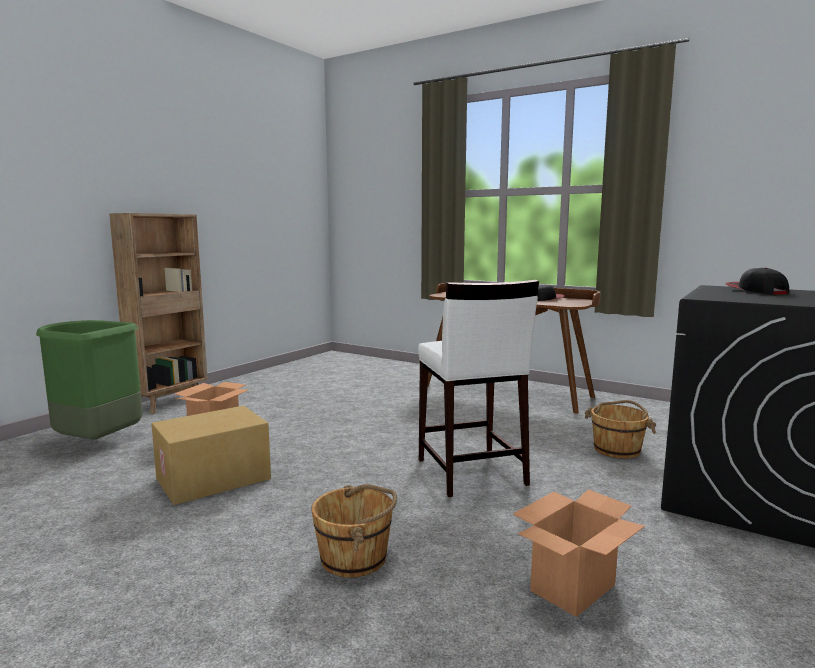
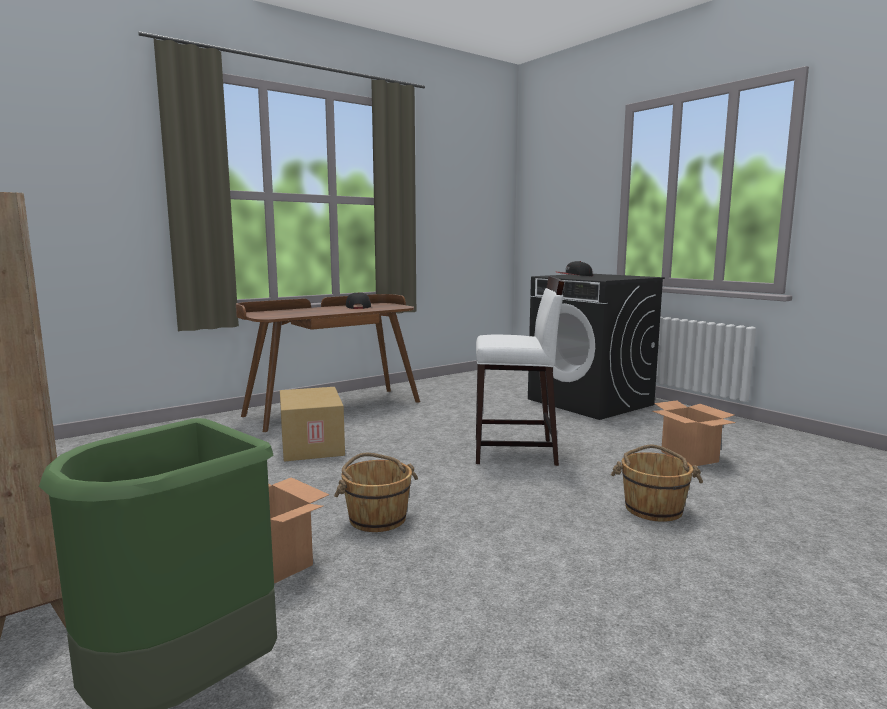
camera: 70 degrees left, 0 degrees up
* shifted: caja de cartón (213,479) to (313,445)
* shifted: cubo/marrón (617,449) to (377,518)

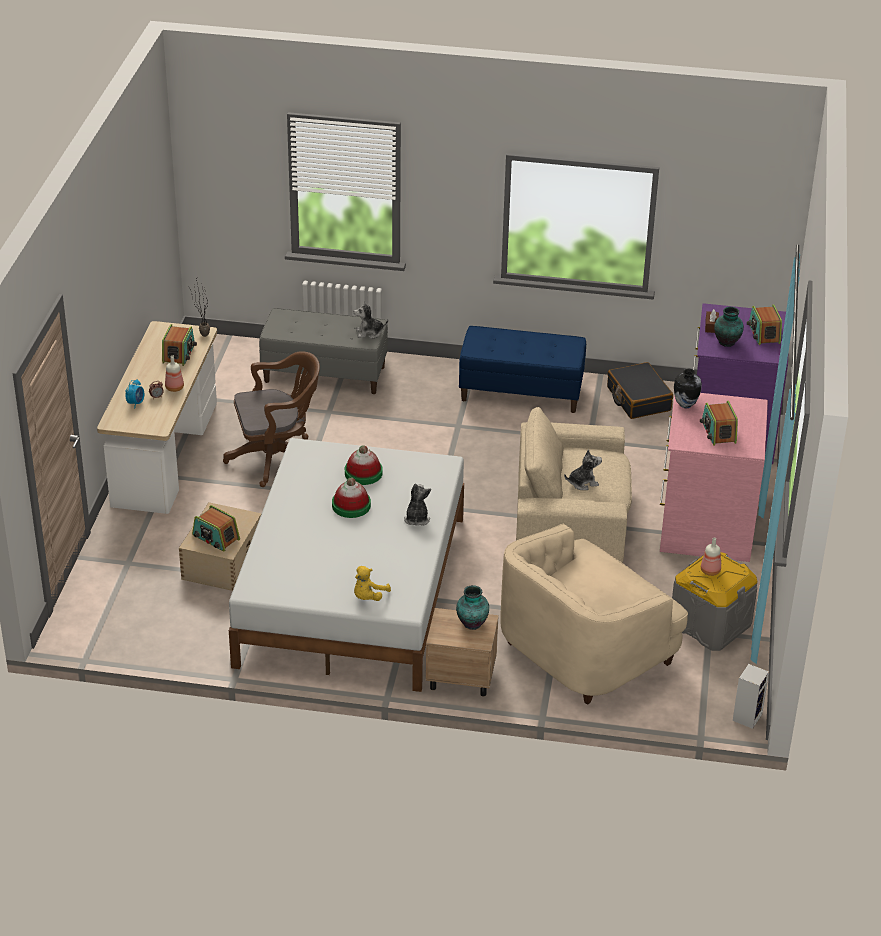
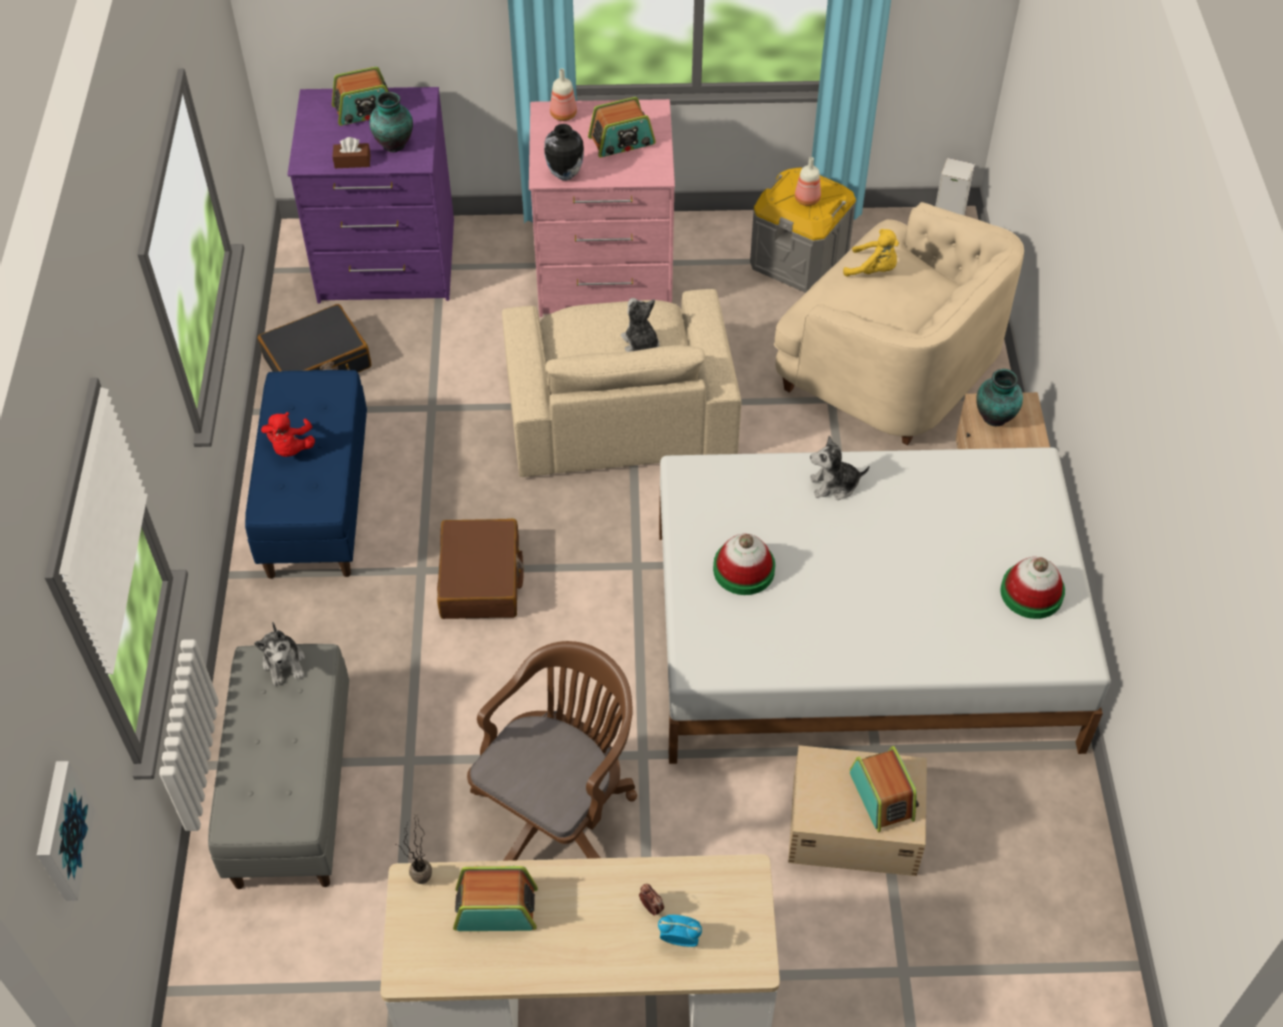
camera: 100 degrees left, 15 degrees up
* new: cuadro (60,831)
* new: peluche/rojo (290,448)
* new: maleta/marrón (481,579)
* shifted: botella (174,387) to (562,115)
* shifted: sombrero (351,505) to (1031,593)
* shifted: peluche/amarillo (368,597) to (873,270)
* rotated: radio (215,538) = (882,795) 45 degrees counterclockwise
* rotated: silla de oficina/marrón (277,458) = (559,810) 60 degrees clockwise

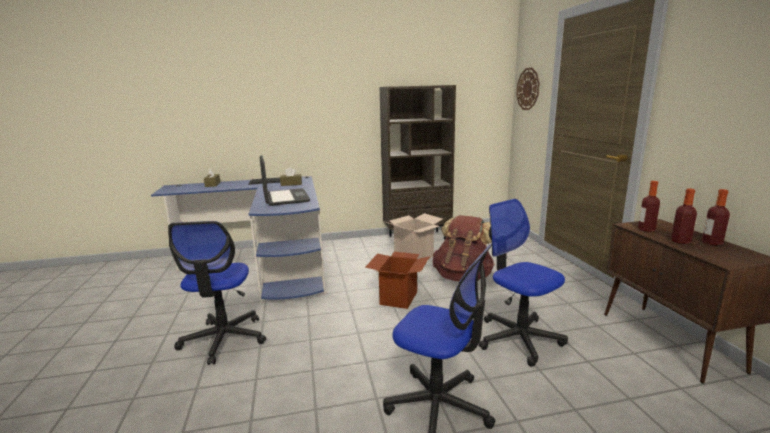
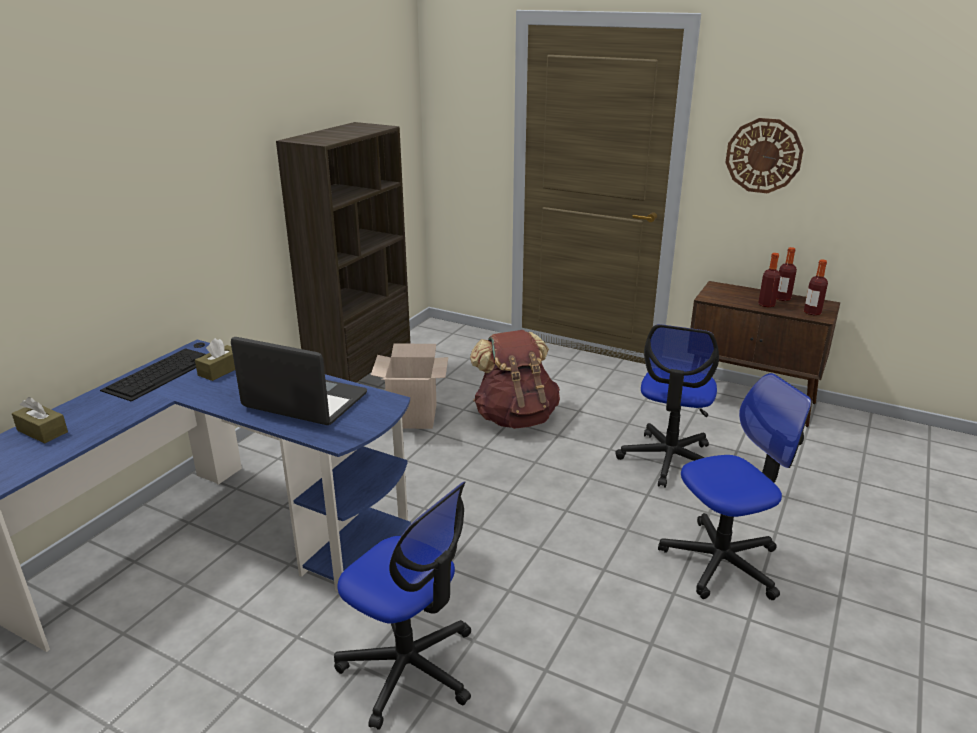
camera: 50 degrees left, 10 degrees up
* gone: caja de cartón (398,298)
* shifted: reloj de pared (528,89) to (763,155)
* shifted: botella (646,229) to (812,312)
* rotated: silla de oficina (518,338) = (669,460) 75 degrees counterclockwise

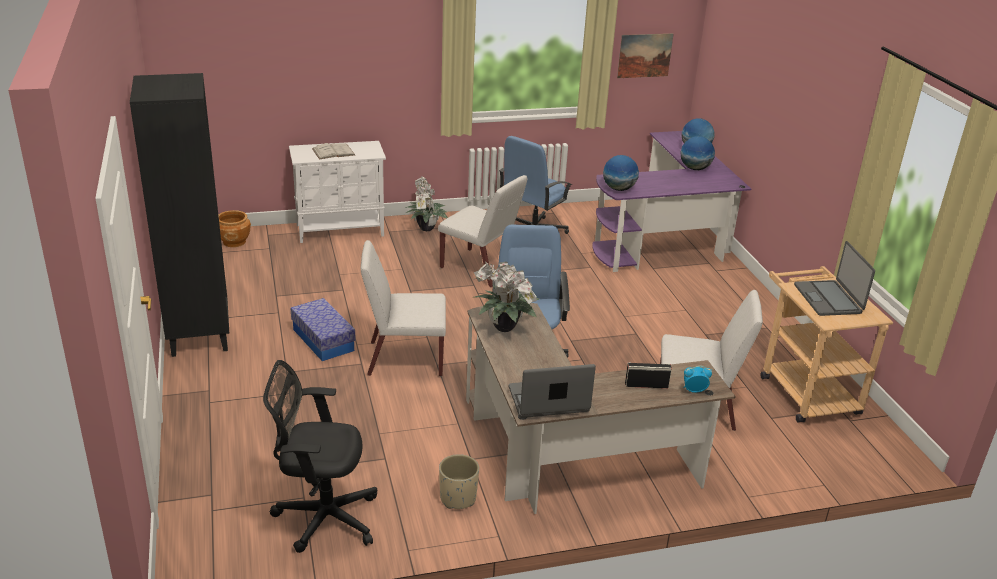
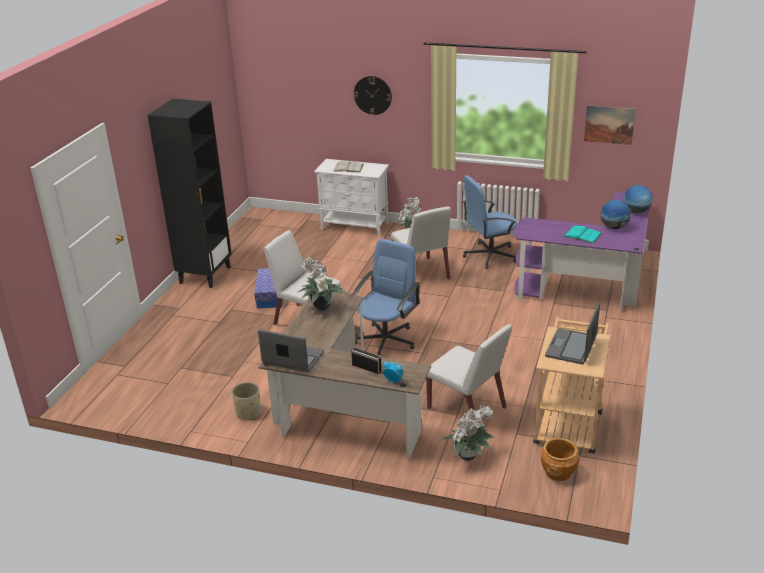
camera: 35 degrees right, 0 degrees up
* gone: silla de oficina/negro (322,517)
* gone: globo terráqueo (619,189)
* new: reloj de pared (372,95)
* new: planta en maceta (469,456)
* new: libro/turquesa (582,235)
* shifted: maceta/marrón (234,242) to (558,472)

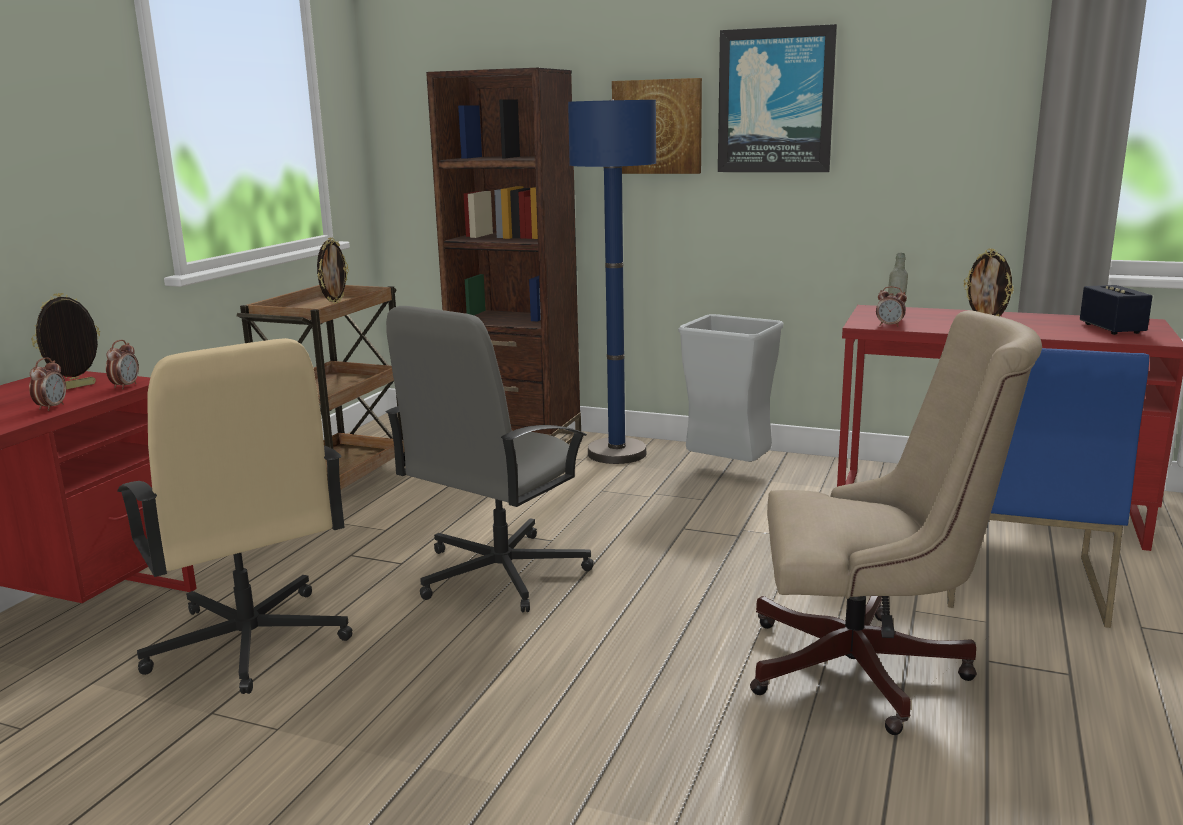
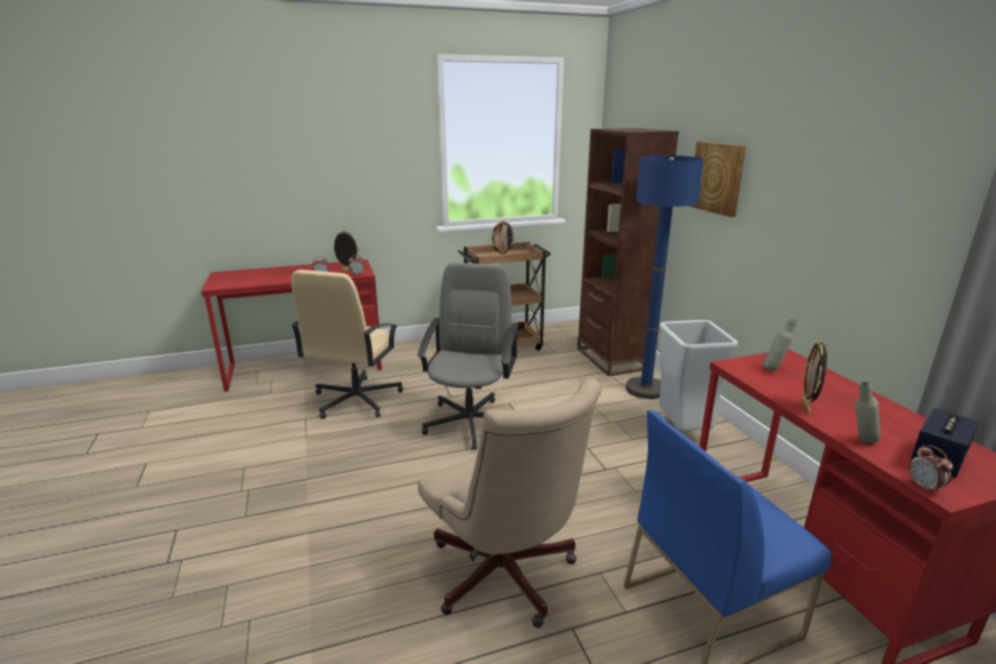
camera: 50 degrees right, 5 degrees up
* gone: cuadro (775,101)
* new: botella/gris (860,442)
* shifted: despertador (889,325) to (924,487)
* rotated: silla de oficina/gris (499,573) = (470,422) 105 degrees clockwise

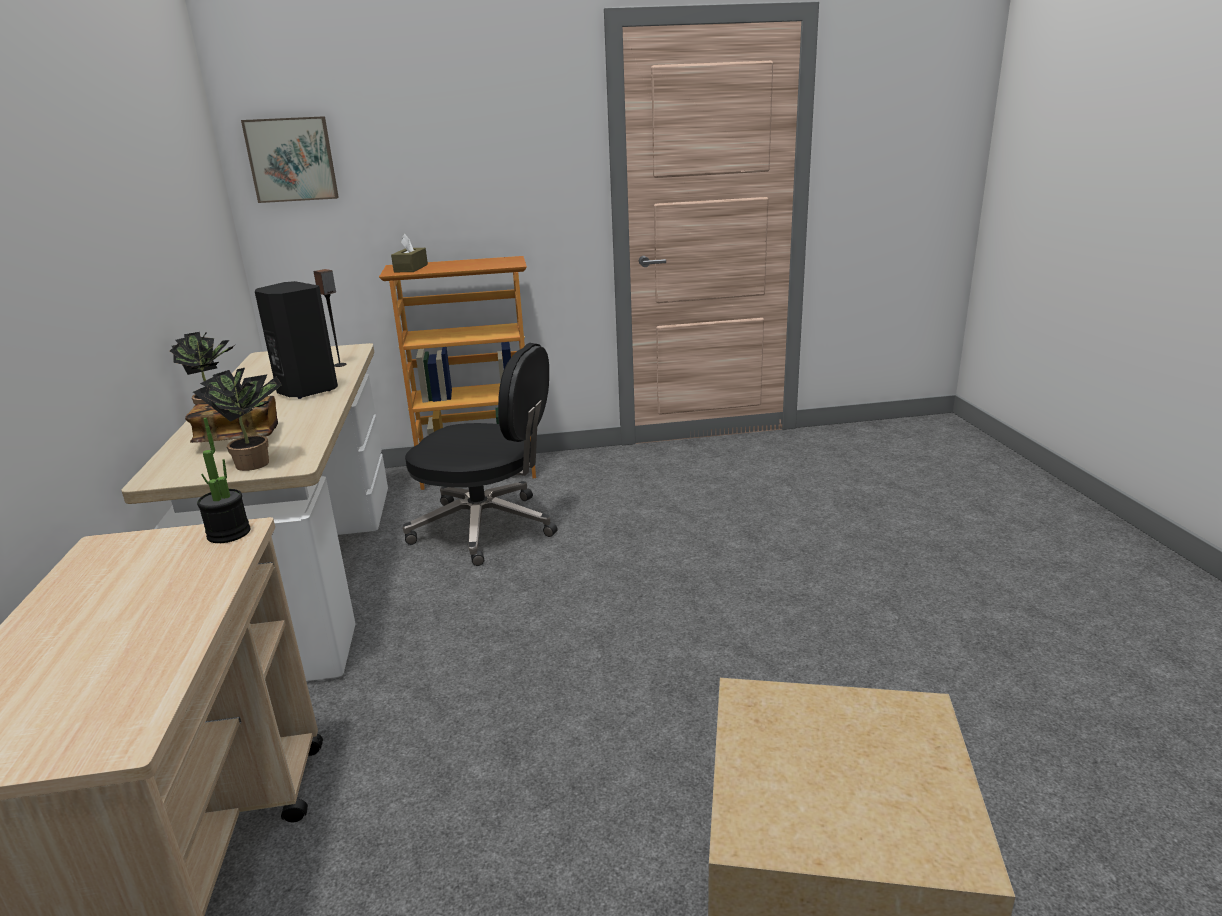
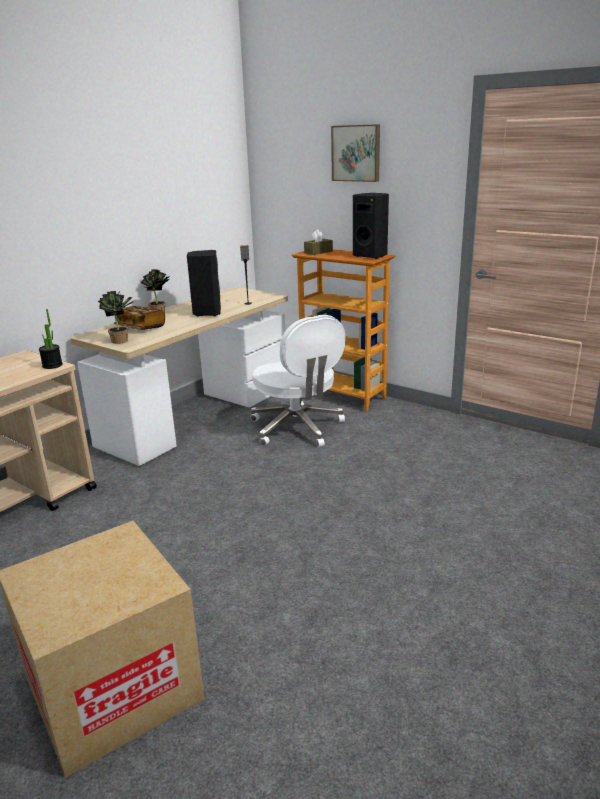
camera: 45 degrees right, 0 degrees up
* new: altavoz/negro (371,256)
* shifted: cuadro (292,159) to (356,153)
* repainted: silla de oficina/negro (487,527) to silla de oficina/blanco (297,428)

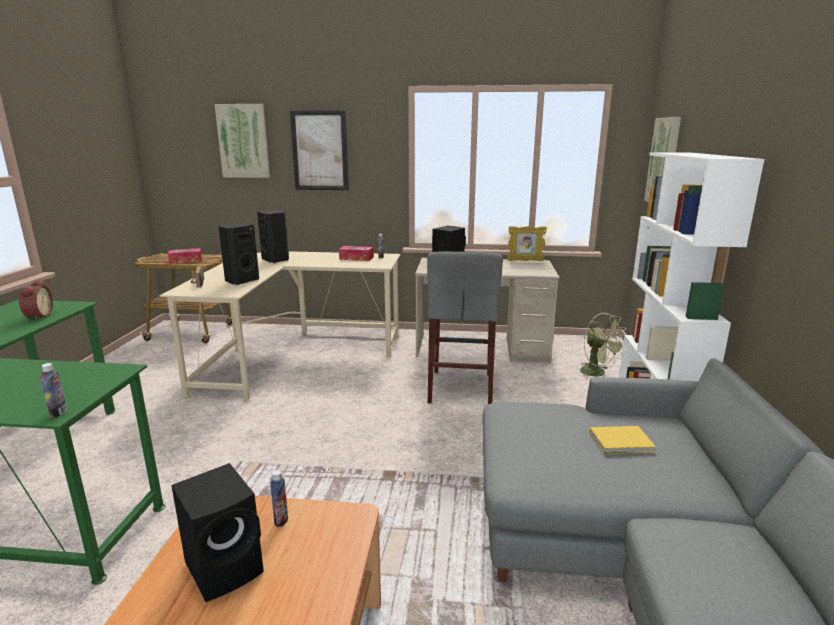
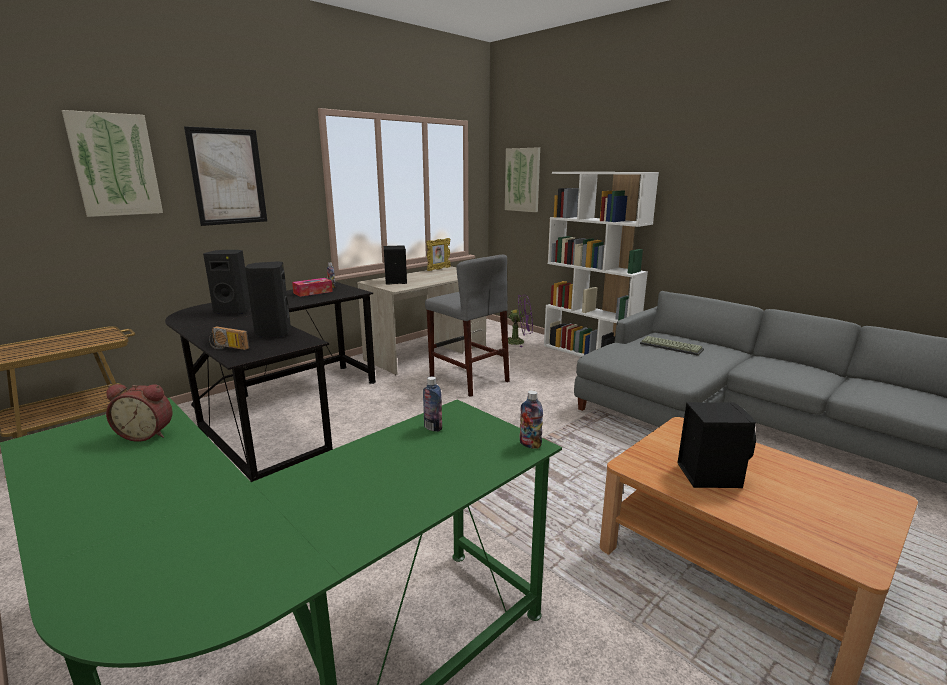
camera: 50 degrees left, 0 degrees up
* gone: caja de pañuelos (185,260)
* shifted: botella (281,519) to (433,427)
* swapped: libro/amarillo (623,442) to teclado (672,346)
* repainted: escritorio/beis (292,354) to escritorio/negro (280,415)
* repainted: ventilador/verde (597,373) to ventilador/morado (519,342)
* rotated: despertador (37,316) = (147,434) 150 degrees clockwise

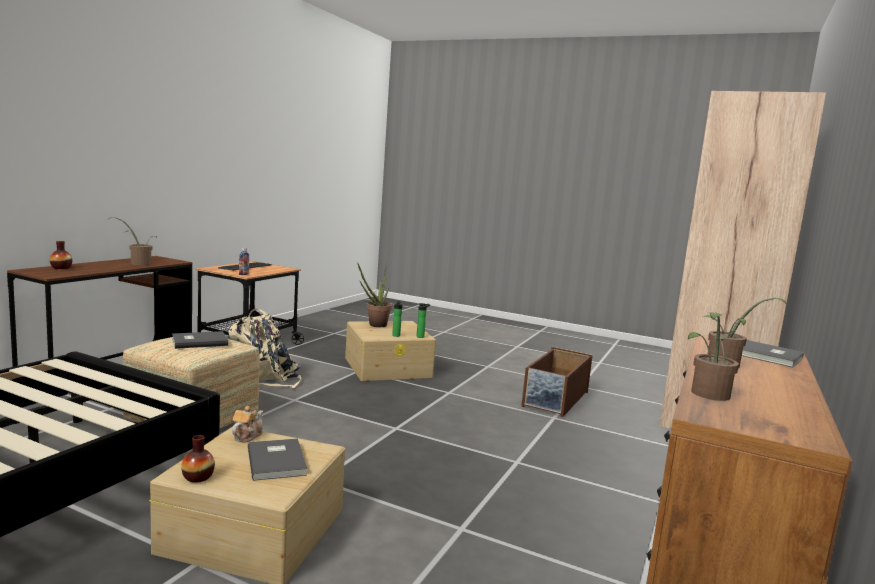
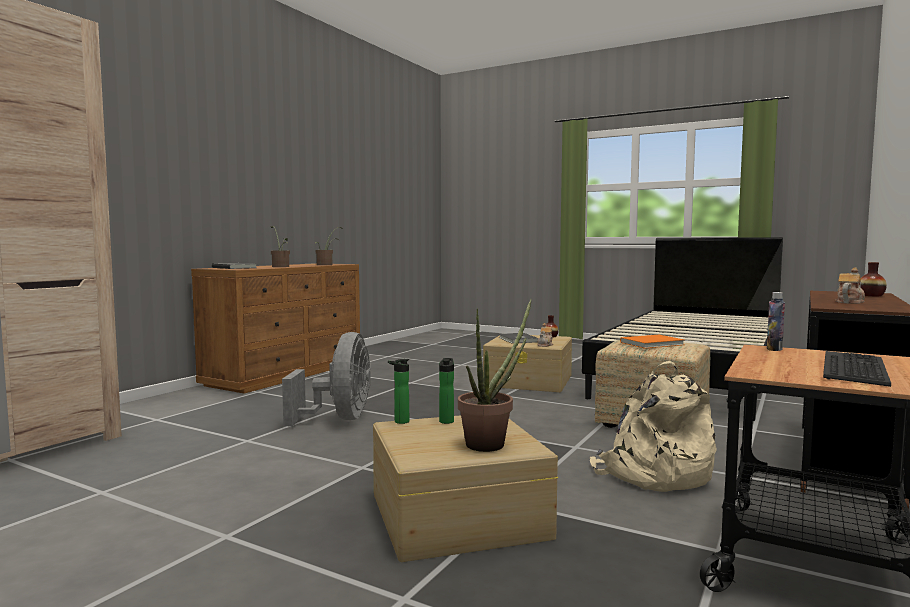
camera: 175 degrees left, 5 degrees down
* gone: caja de almacenaje/marrón (555,399)
* new: ventilador/gris (339,419)
* swapped: planta en maceta (137,263) to tetera (849,302)
* repainted: libro/gris (198,341) to libro/naranja (653,344)

